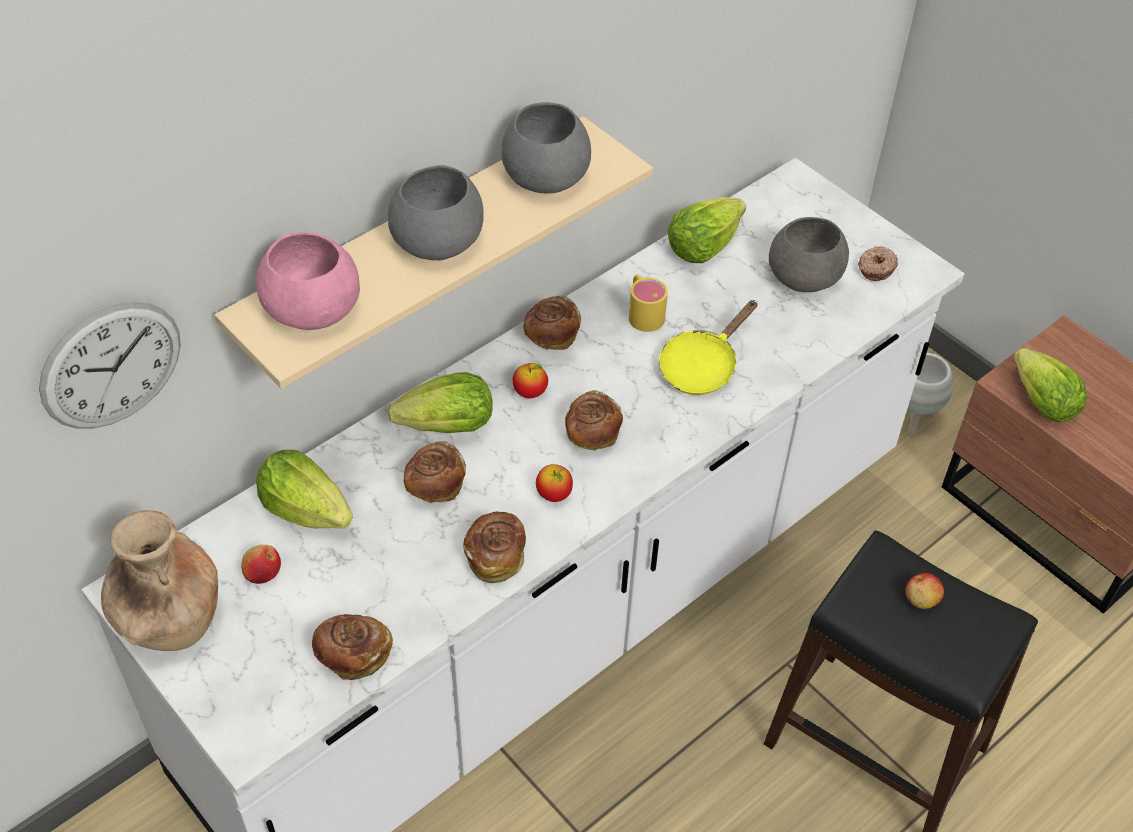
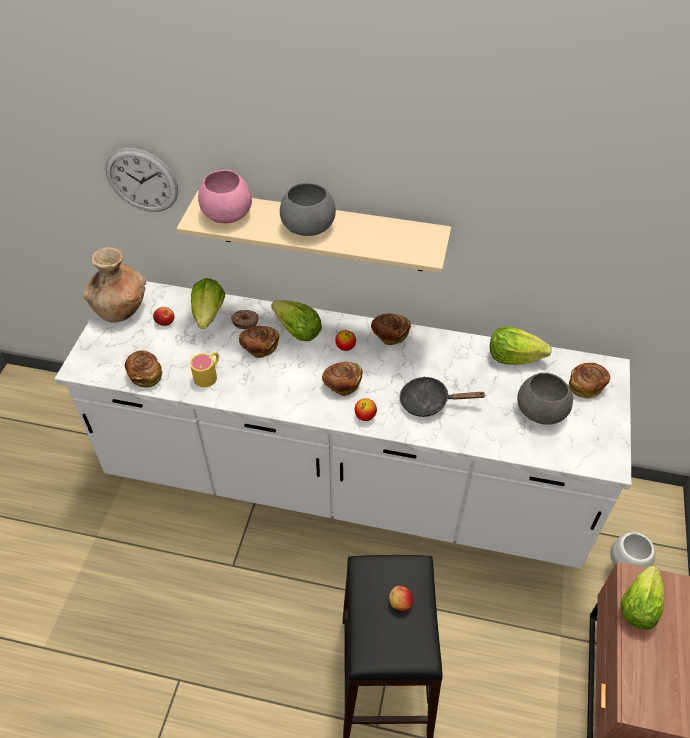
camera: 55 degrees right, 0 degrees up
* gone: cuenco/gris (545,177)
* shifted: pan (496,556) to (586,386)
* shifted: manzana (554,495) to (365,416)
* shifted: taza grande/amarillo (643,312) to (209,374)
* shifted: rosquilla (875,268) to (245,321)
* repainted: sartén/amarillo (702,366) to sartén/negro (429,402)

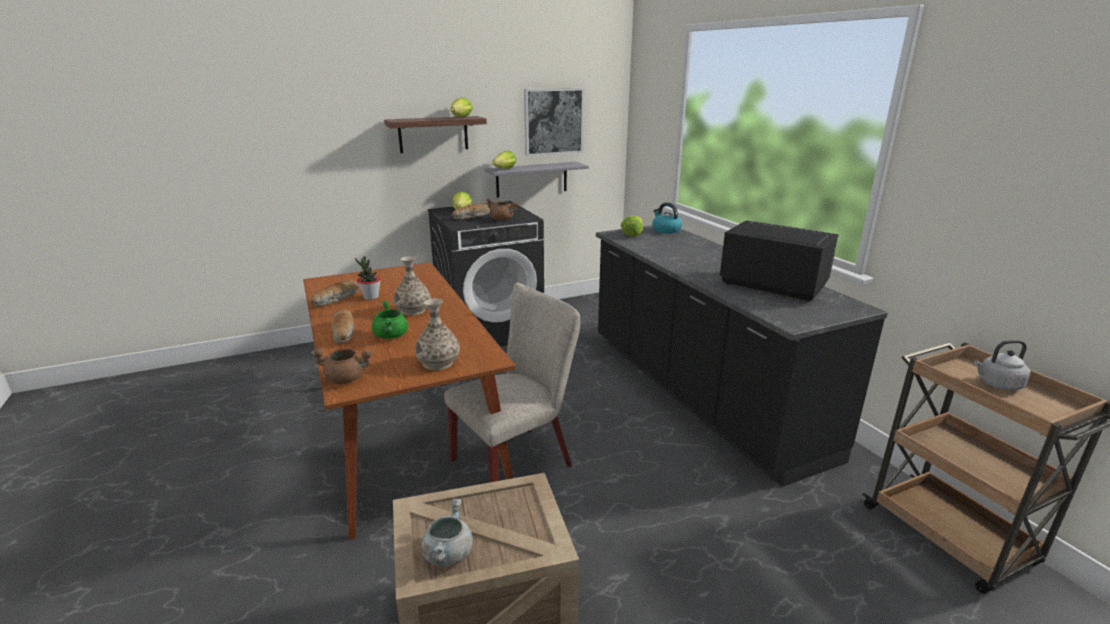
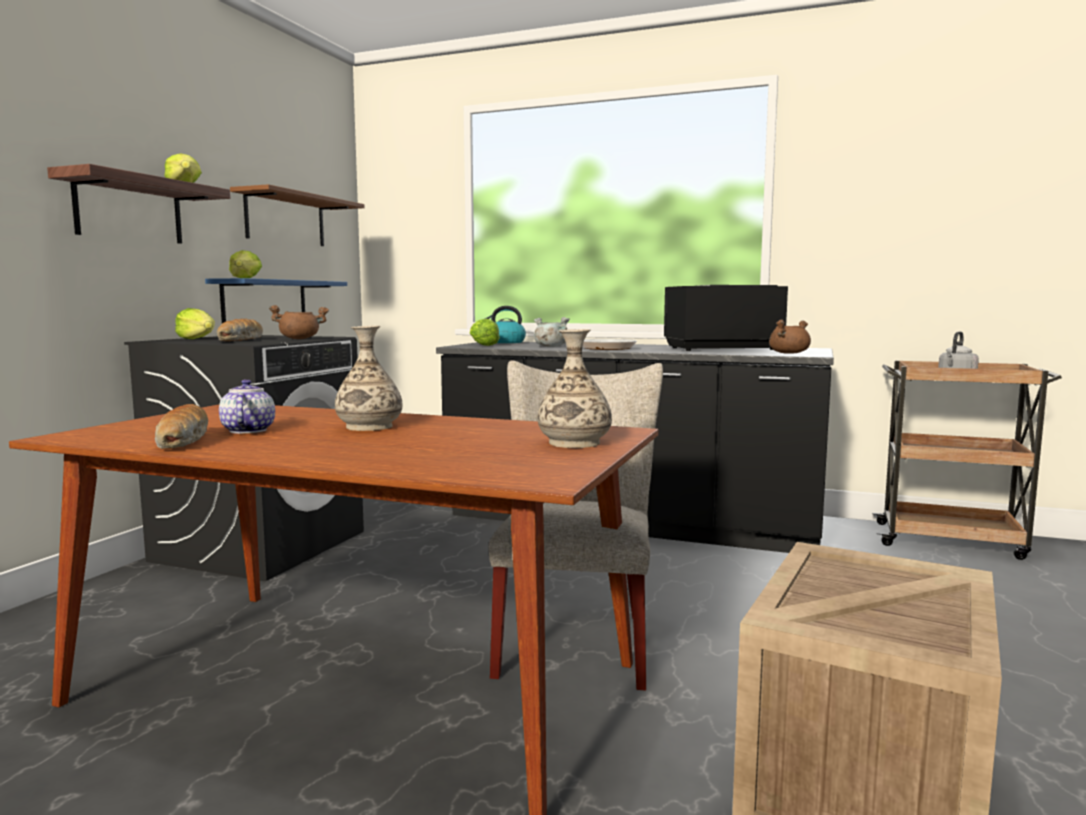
camera: 45 degrees left, 15 degrees down
* gone: pan (344,332)
* gone: olla/verde (391,336)
* new: sartén (606,348)
* shifted: olla/marrón (347,379) to (788,353)
* shifted: olla/gris (448,554) to (550,346)
* swapped: planta en maceta (371,297) to tetera (247,431)
* swapped: cuadro (553,121) to estante/marrón (285,220)
* repainted: estante/gris (532,179) to estante/azul (265,303)

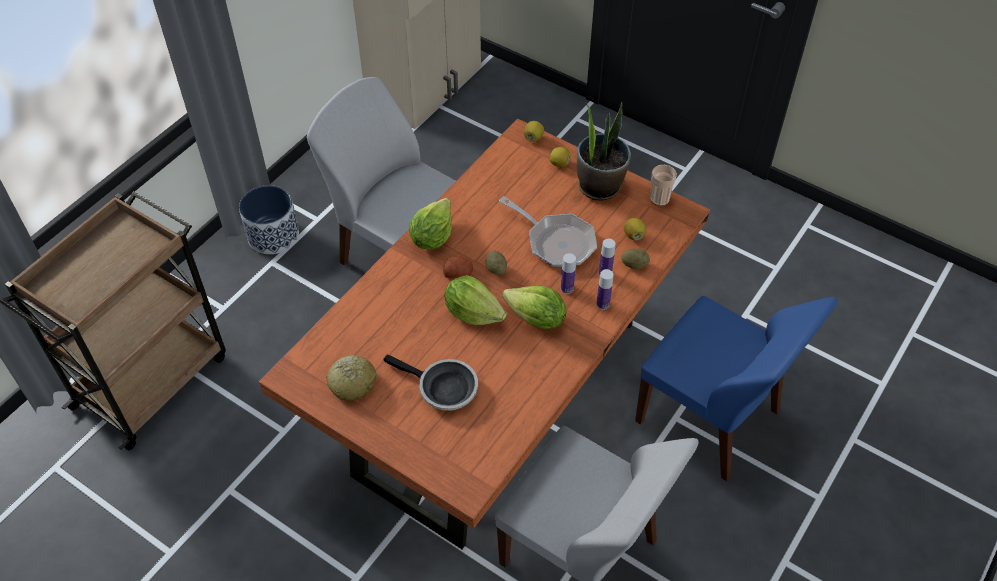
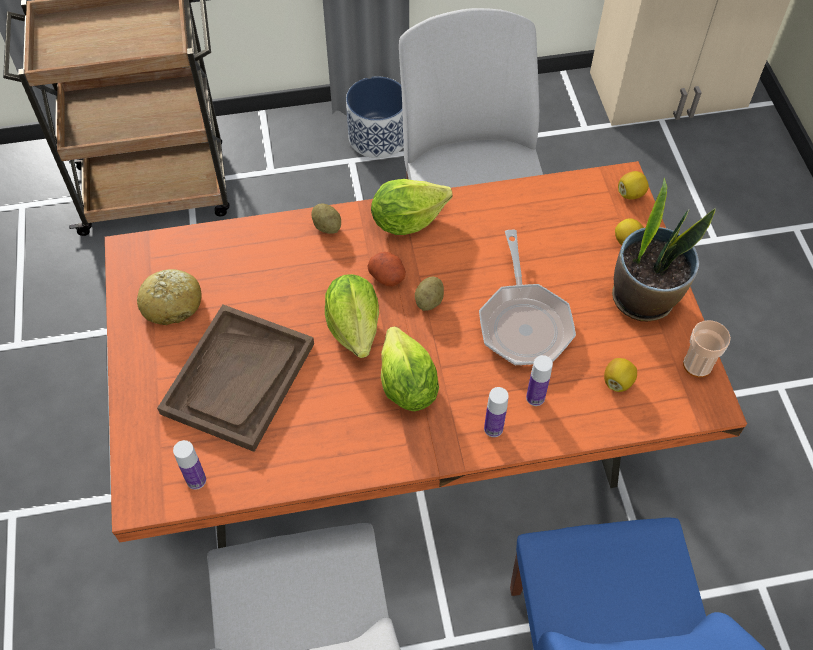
camera: 45 degrees right, 5 degrees up
* shifted: botella (567,288) to (196,480)
* shifted: patata (634,265) to (327,226)
* swapped: sartén (443,388) to bandeja/marrón (238,379)

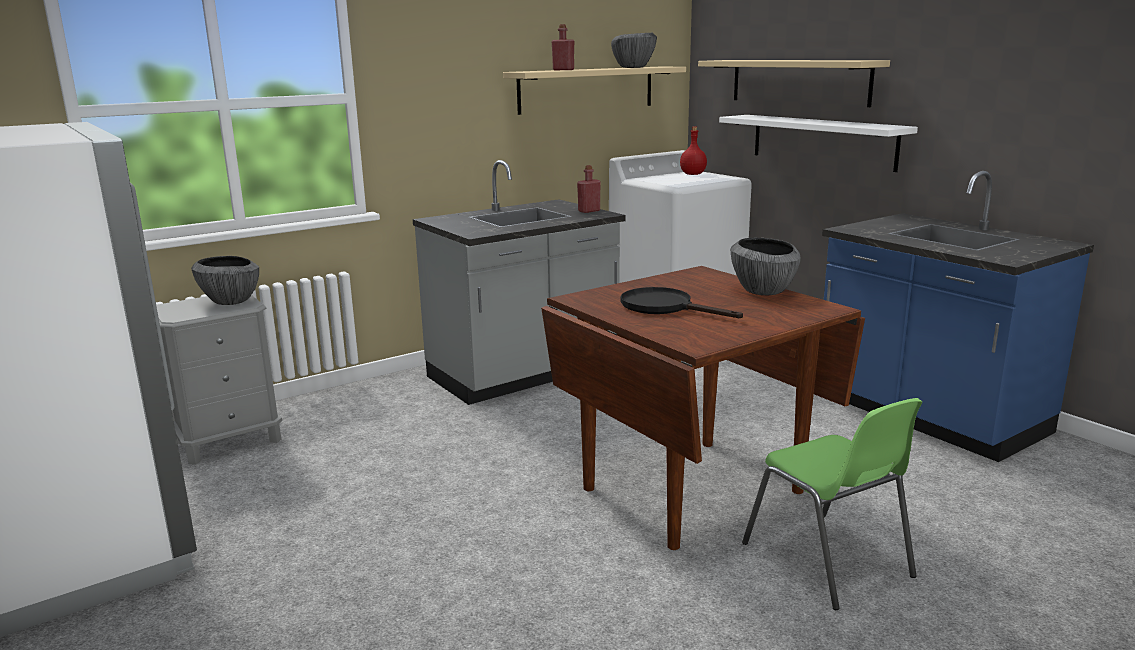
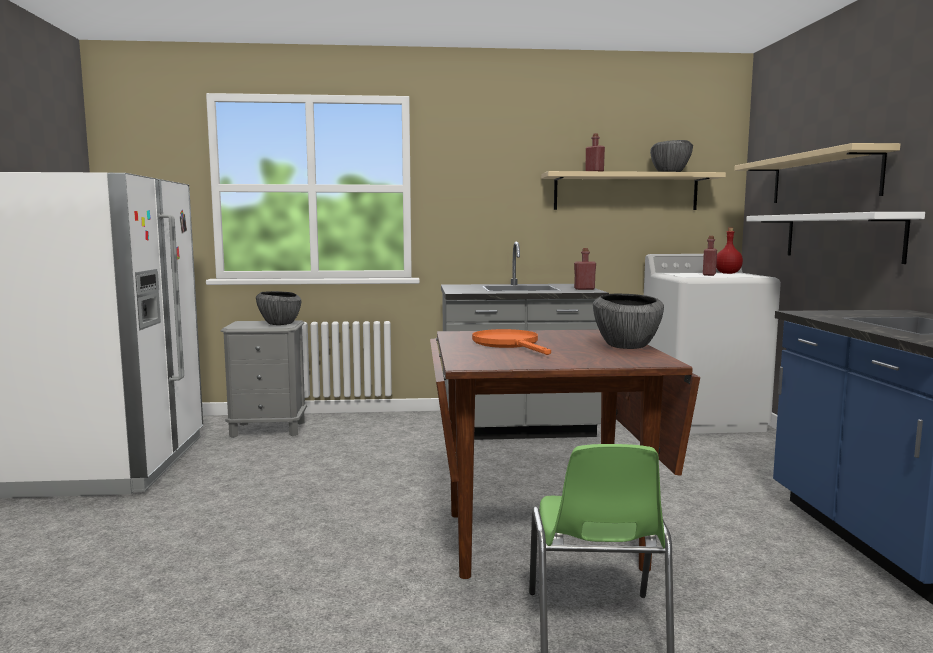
camera: 30 degrees right, 10 degrees down
* new: botella/rojo (709,275)
* repainted: sartén/negro (665,307) to sartén/naranja (510,344)

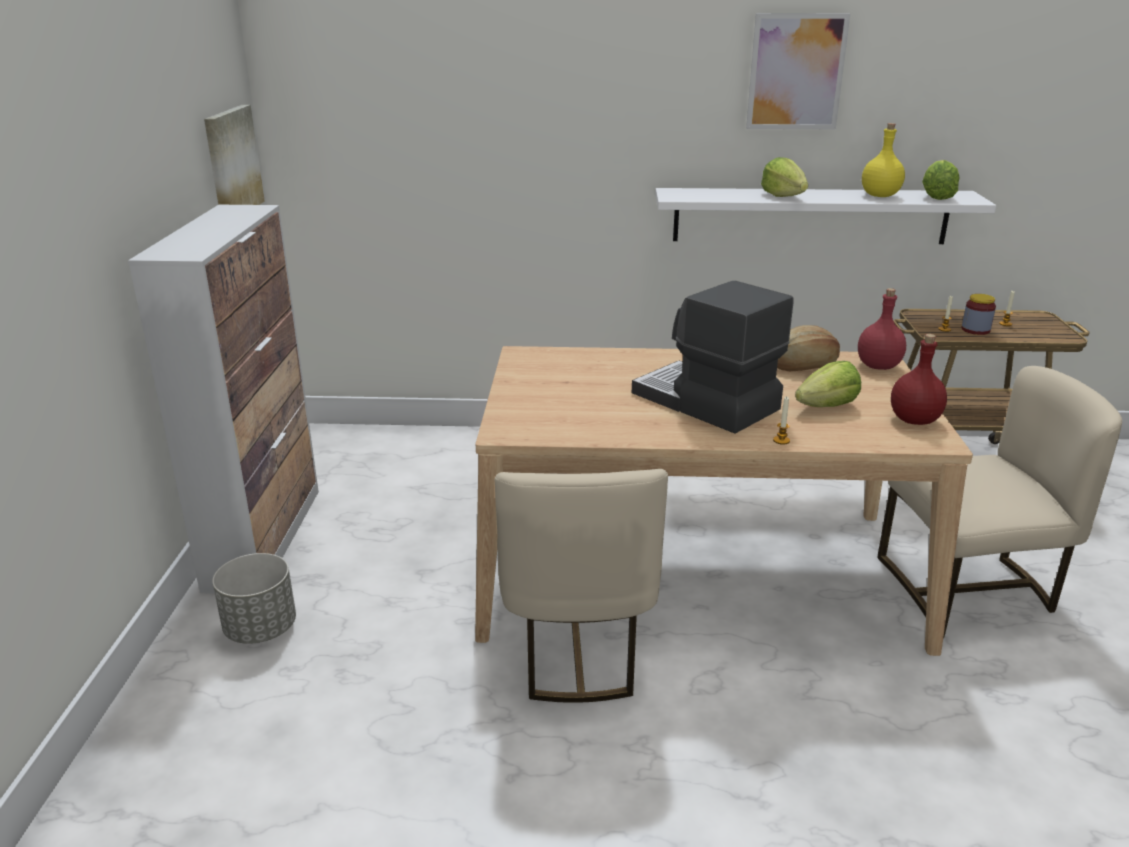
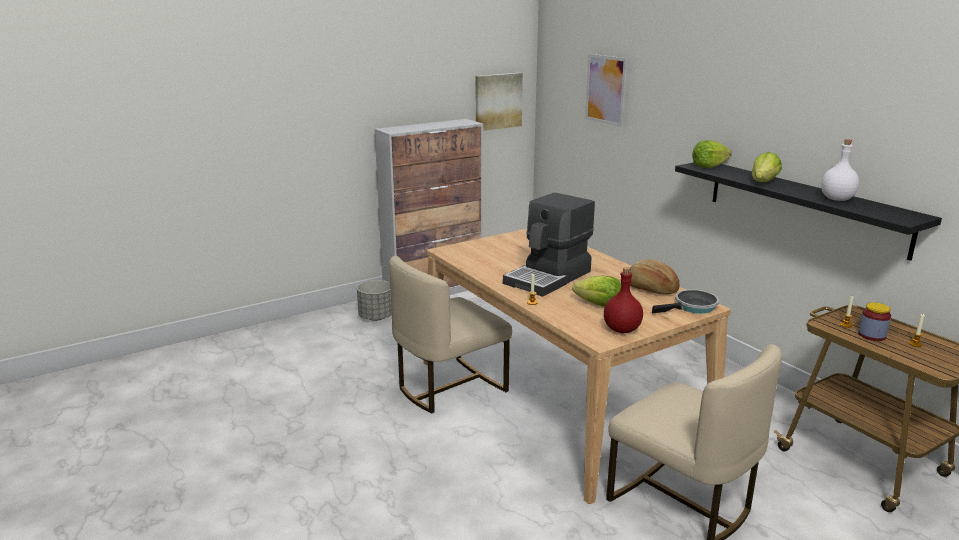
camera: 55 degrees right, 5 degrees down
* shifted: cuadro (796,72) to (605,89)
* shifted: lechuga (936,197) to (708,166)
* swapped: botella/rojo (878,366) to sartén (692,307)
* repainted: estante/blanco (810,216) to estante/negro (804,206)
* repainted: botella/amarillo (880,196) to botella/blanco (837,199)
* rotated: cafetera (705,402) = (549,277) 150 degrees counterclockwise

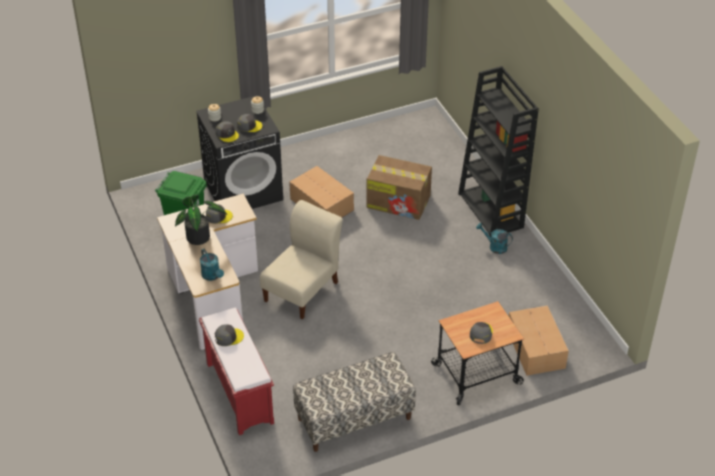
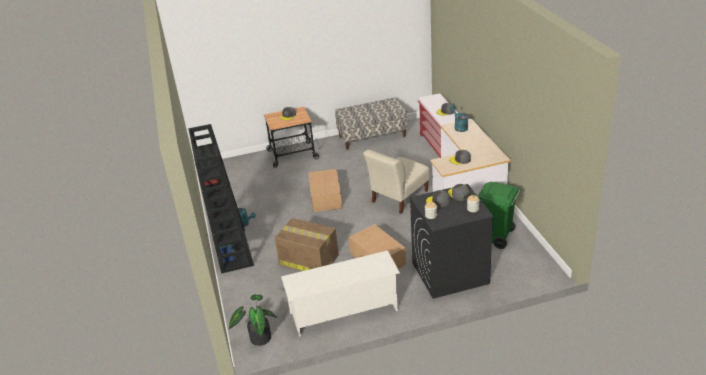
camera: 170 degrees left, 10 degrees down
* new: zapatero/blanco (344,311)
* shifted: planta en maceta (201,238) to (258,337)
* shifted: caja de cartón (535,349) to (326,197)

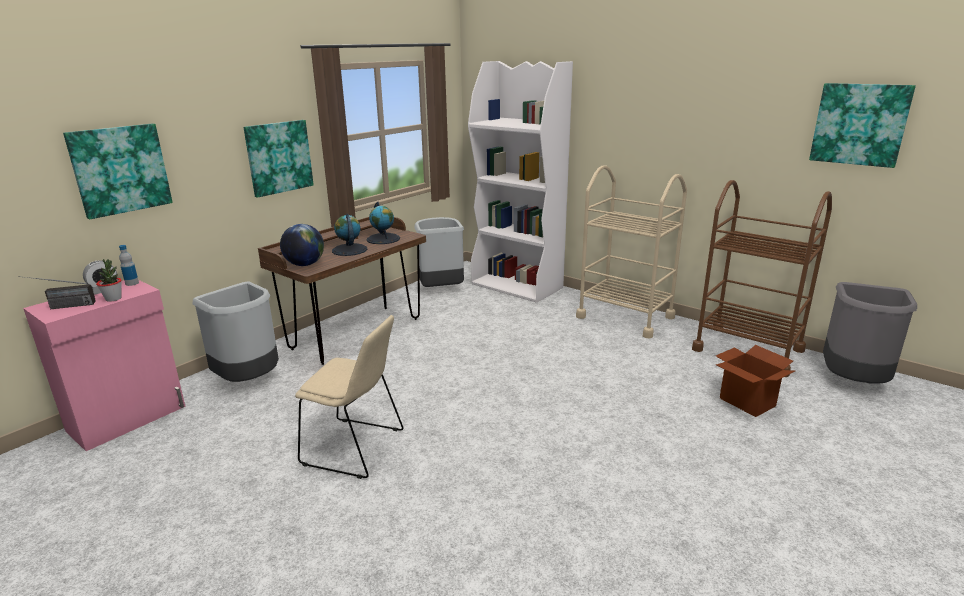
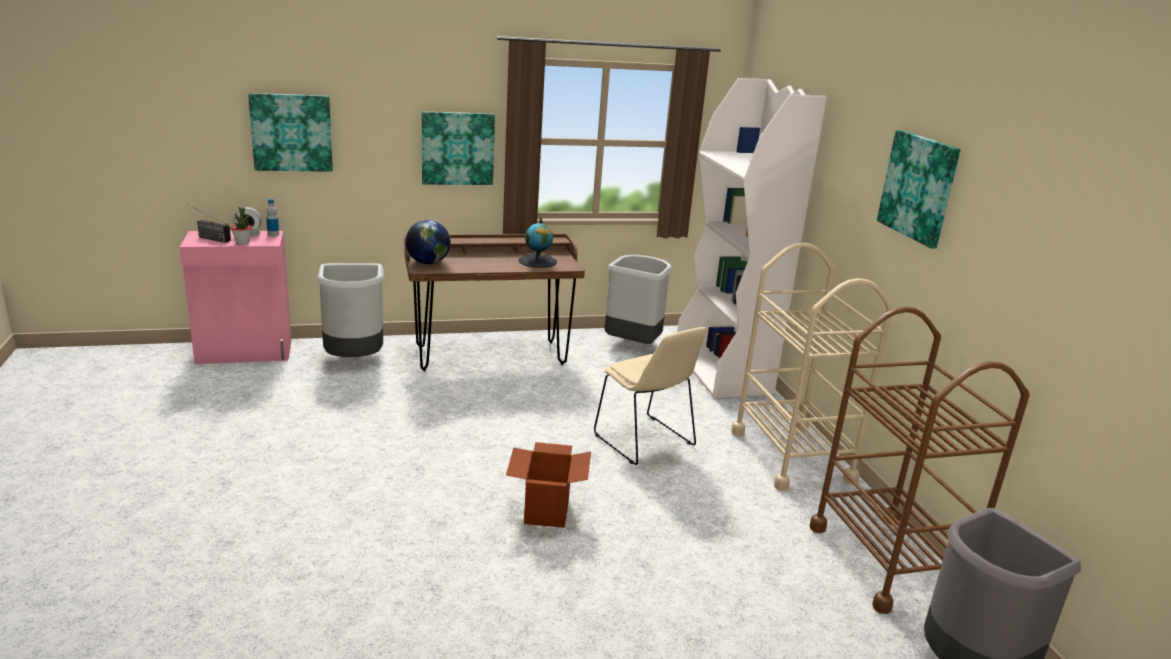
camera: 35 degrees right, 0 degrees up
* gone: globo terráqueo (349,250)
* shifted: silla/beis (356,448) to (645,442)
* shifted: caja de cartón (746,402) to (546,510)
* shifted: cuadro (859,124) to (919,187)

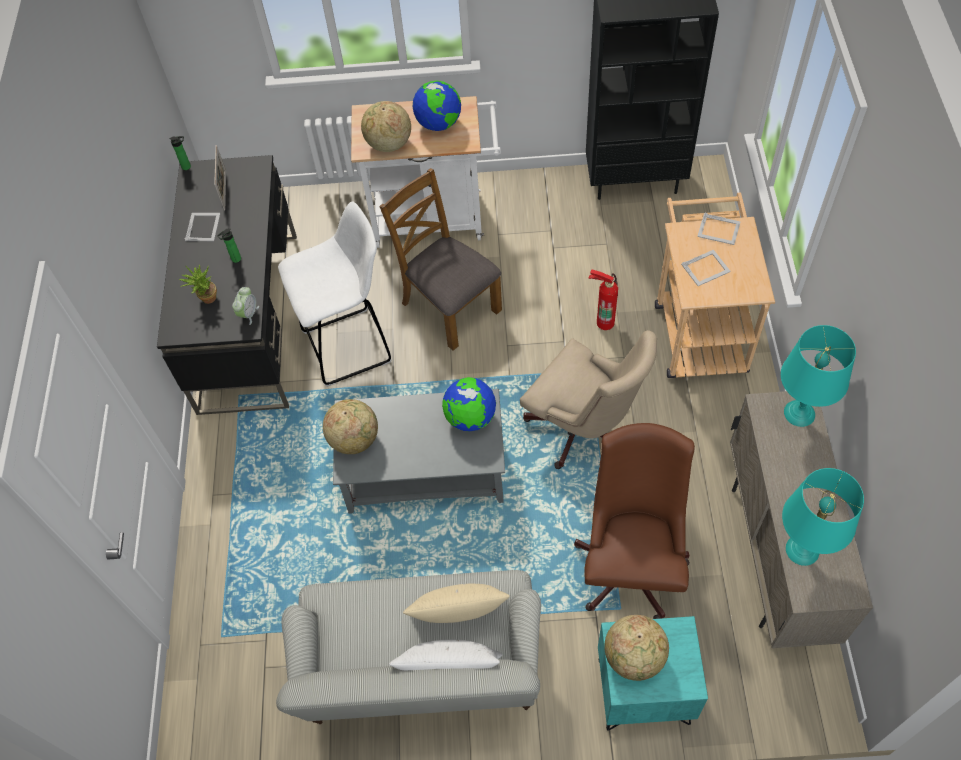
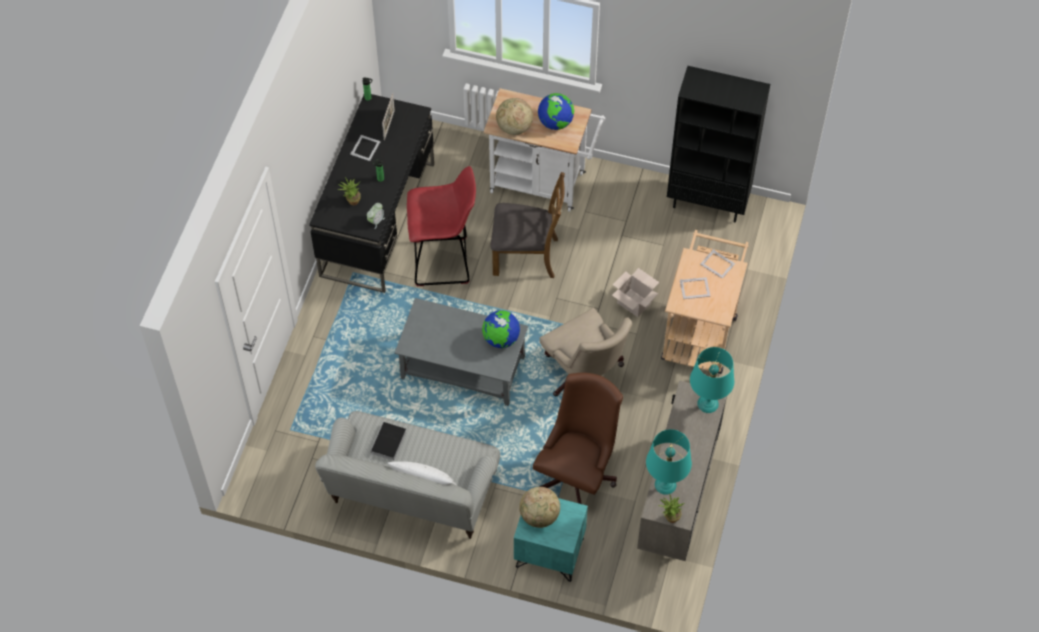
camera: 15 degrees right, 0 degrees up
* gone: globo terráqueo (354,439)
* gone: cojín/beis (459,618)
* new: libro (388,444)
* new: planta en maceta (669,517)
* swapped: extintor (604,321) to caja de cartón (635,303)
* repainted: taburete/blanco (350,346) to taburete/rojo (443,261)
* rotated: silla/marrón (449,306) = (526,255) 120 degrees clockwise

